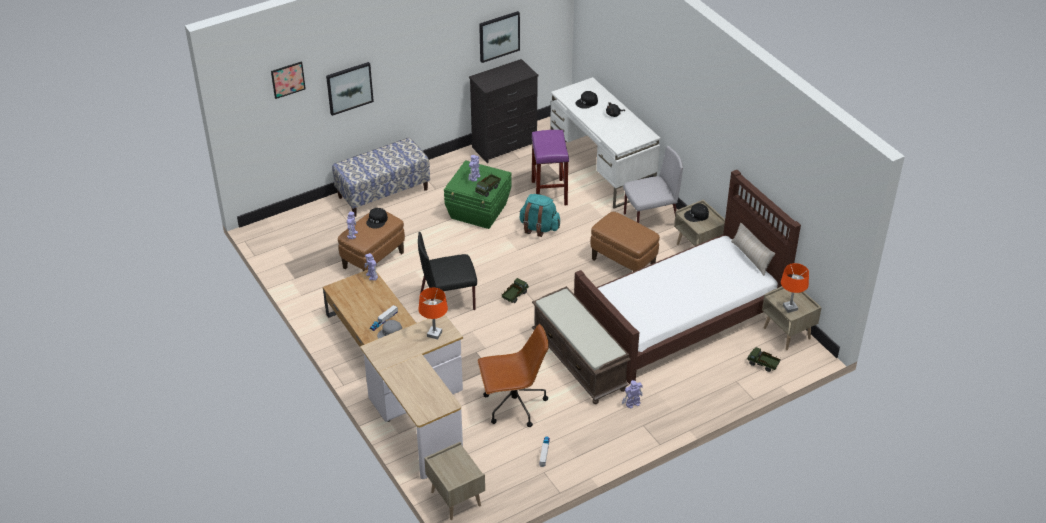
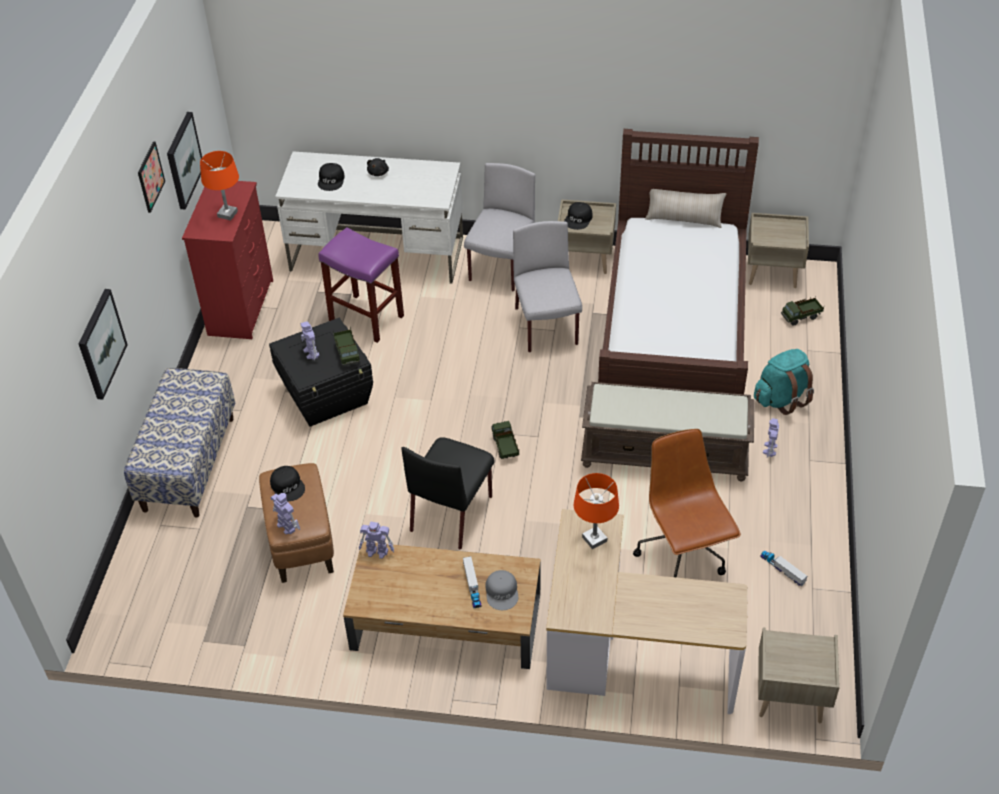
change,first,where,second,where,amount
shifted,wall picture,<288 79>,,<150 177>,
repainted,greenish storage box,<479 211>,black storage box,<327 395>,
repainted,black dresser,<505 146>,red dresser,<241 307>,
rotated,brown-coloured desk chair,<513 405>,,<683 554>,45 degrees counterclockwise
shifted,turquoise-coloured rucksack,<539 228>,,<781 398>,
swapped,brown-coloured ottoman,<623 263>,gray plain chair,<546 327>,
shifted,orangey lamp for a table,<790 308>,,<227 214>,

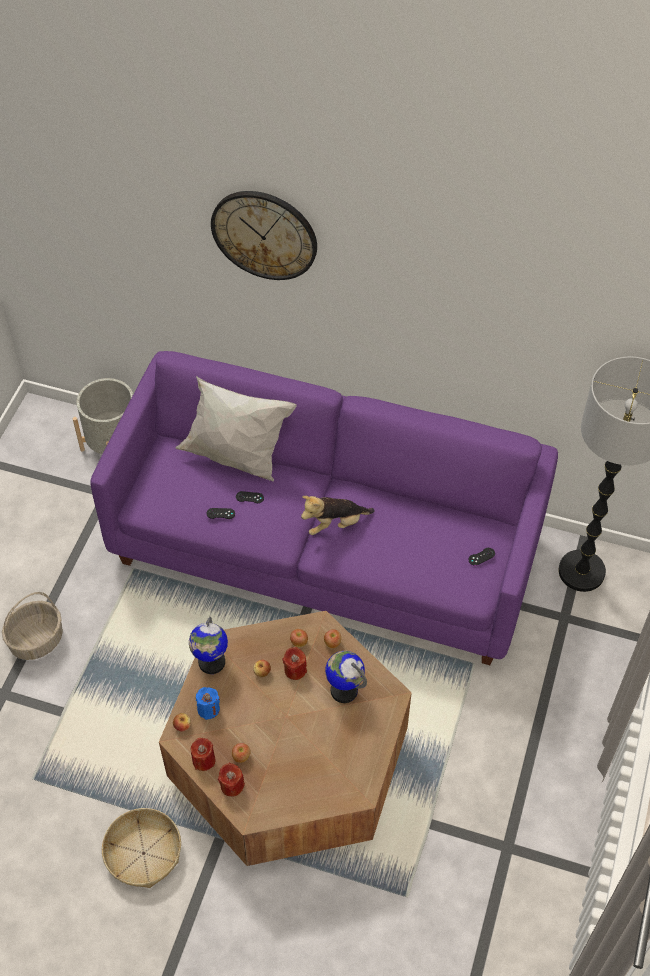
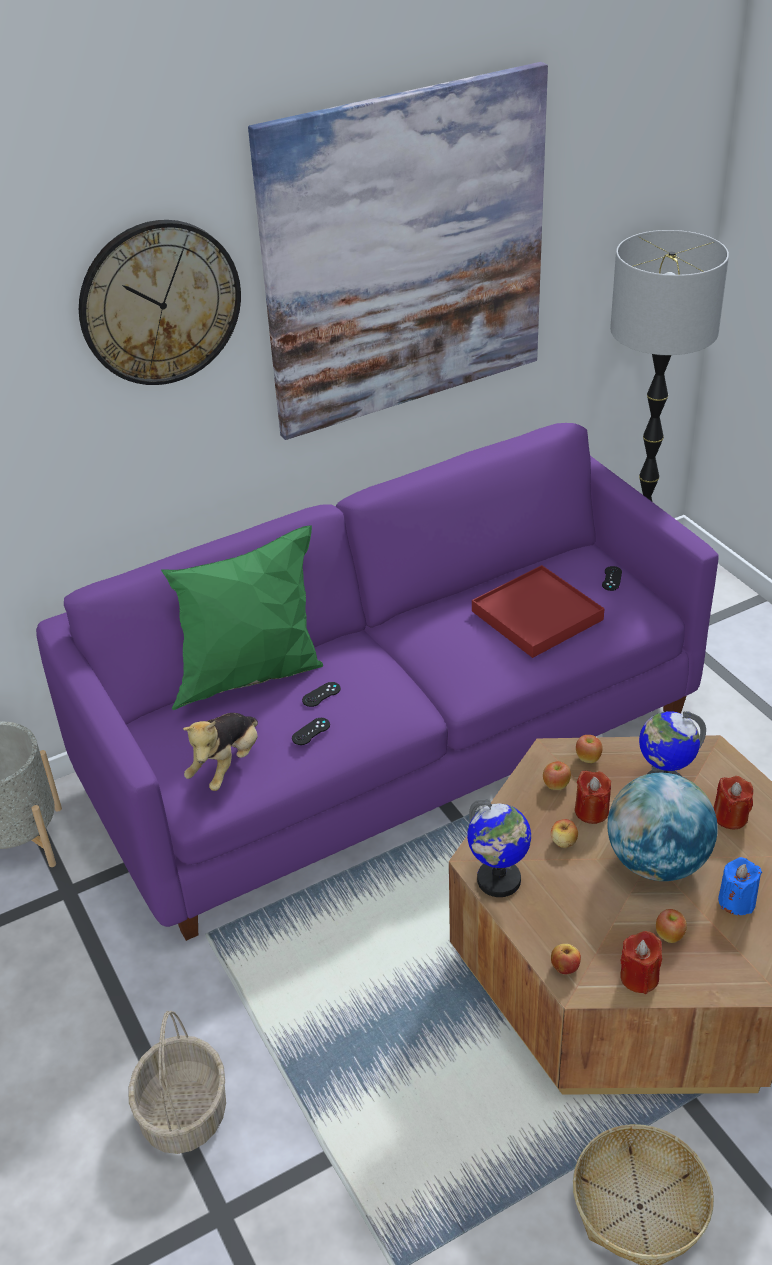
change,first,where,second,where,amount
repainted,whitish cushion,<236 459>,greenish cushion,<252 677>,
shifted,bluish wax light,<208 709>,,<736 901>,
shifted,red wax light,<232 785>,,<730 816>,
shifted,cuddly toy,<335 524>,,<226 765>,
new,,,wall picture,<406 254>,
new,,,red serving tray,<537 615>,
new,,,desk globe,<656 862>,

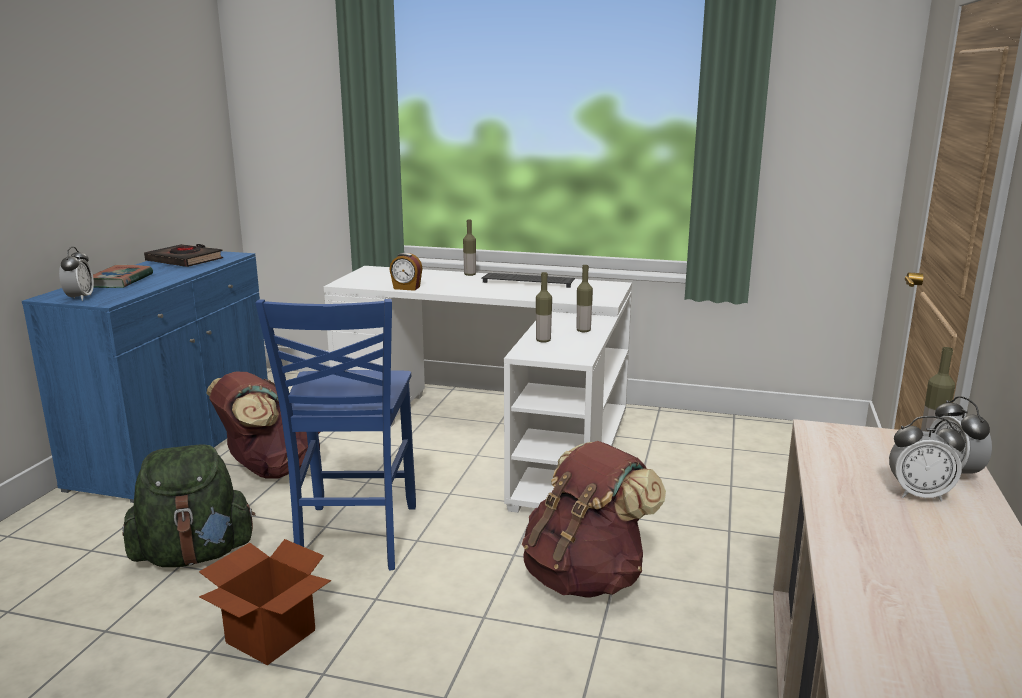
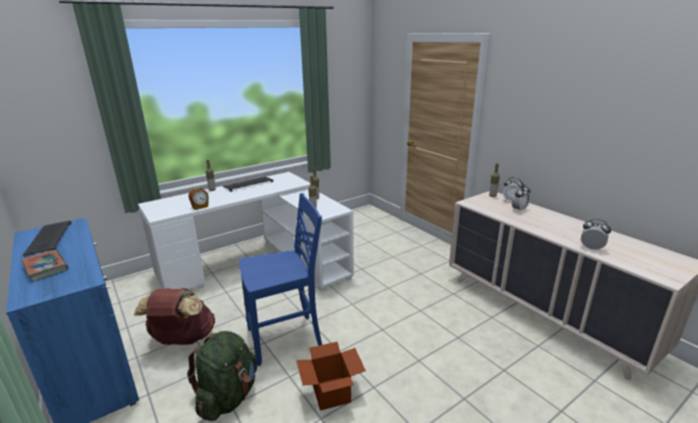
change,first,where,second,where,amount
shifted,table clock,<80 298>,,<591 248>,
swapped,black volume,<185 261>,PC keyboard,<48 238>,
rotated,bluish plain chair,<354 538>,,<286 338>,60 degrees counterclockwise
gone,brown-coloured rucksack,<586 577>,,,

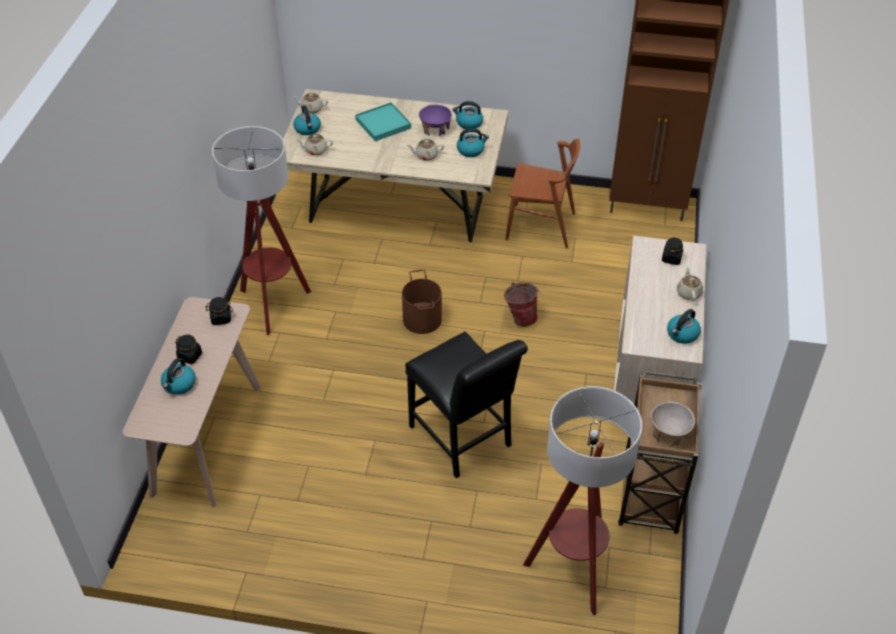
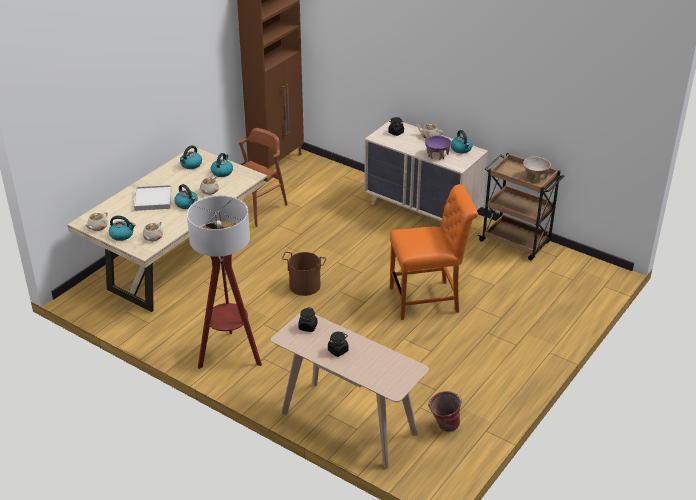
change,first,where,second,where,amount
shifted,kettle,<179 385>,,<187 204>,
repainted,turquoise-coloured serving tray,<383 124>,whitish serving tray,<153 200>,
repainted,black plain chair,<463 440>,orangey plain chair,<428 300>,
shifted,purple-coloured deep dish,<435 129>,,<437 155>,
shifted,water bucket,<520 317>,,<443 426>,
gone,floor lamp,<573 572>,,,

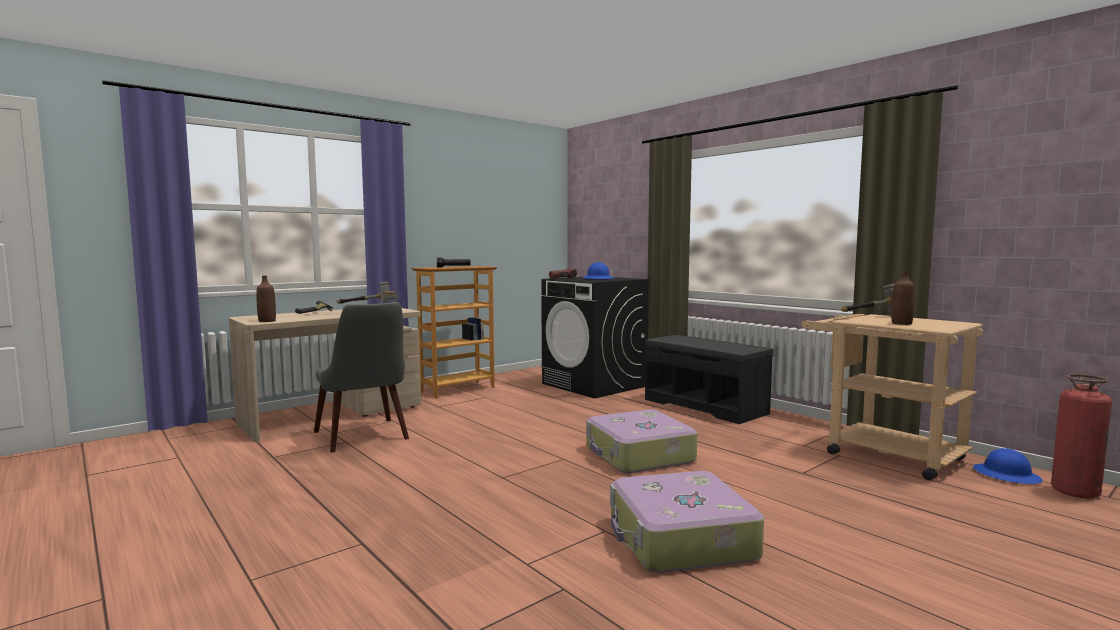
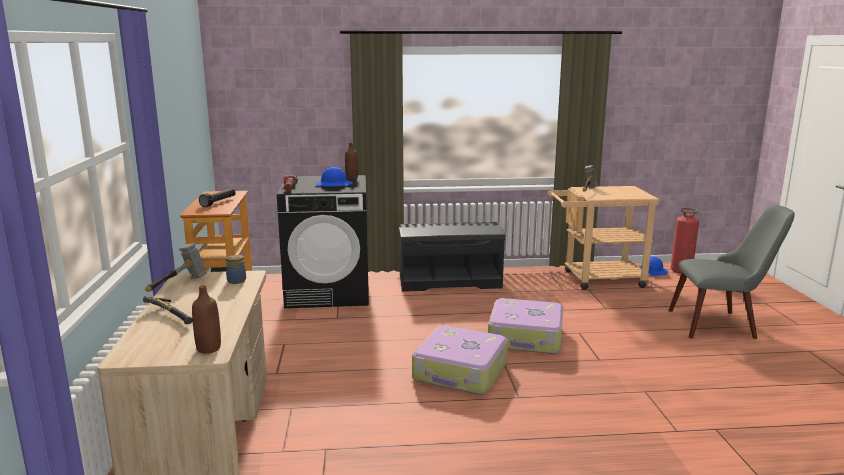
change,first,where,second,where,amount
shifted,gray plain chair,<365 438>,,<722 324>,
shifted,travel case,<680 539>,,<460 372>,
shifted,brown-coloured beverage bottle,<901 323>,,<351 178>,

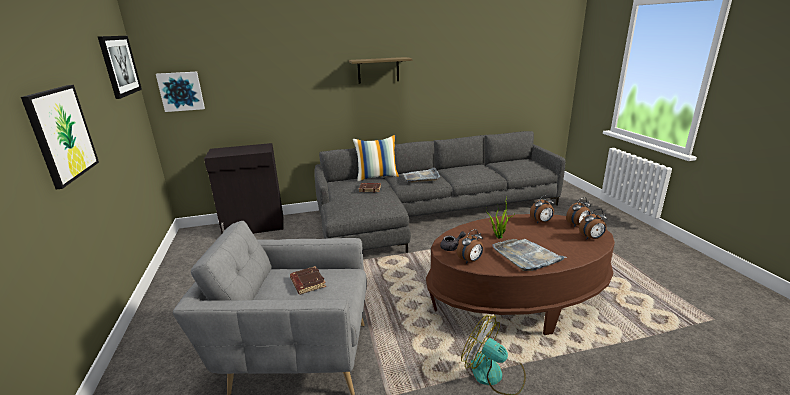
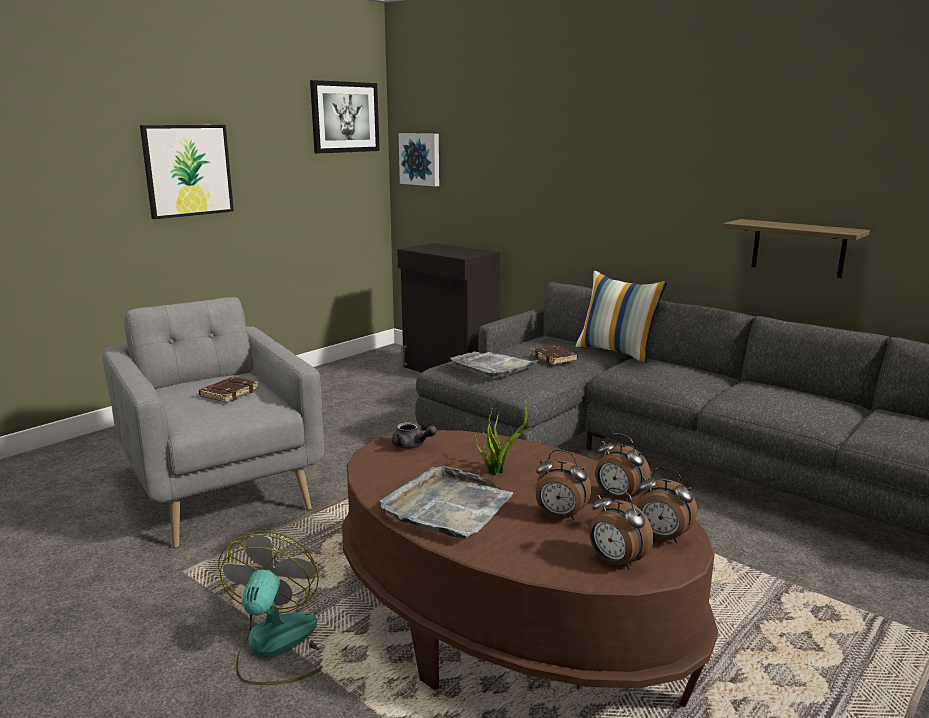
change,first,where,second,where,amount
shifted,wall shelf,<378 70>,,<798 248>,
shifted,gray serving tray,<421 177>,,<493 366>,
shifted,table clock,<470 261>,,<560 517>,

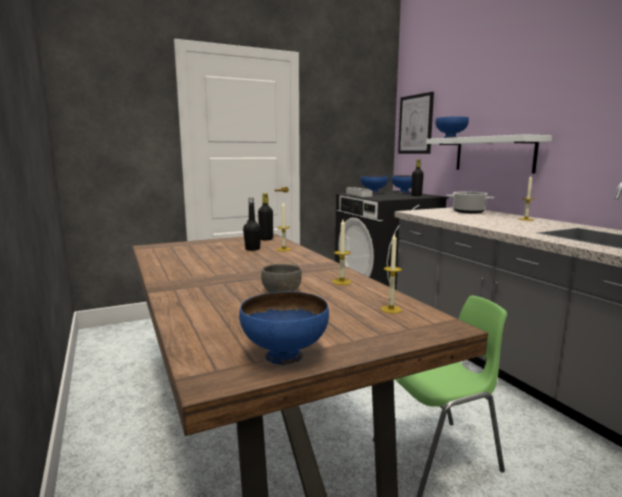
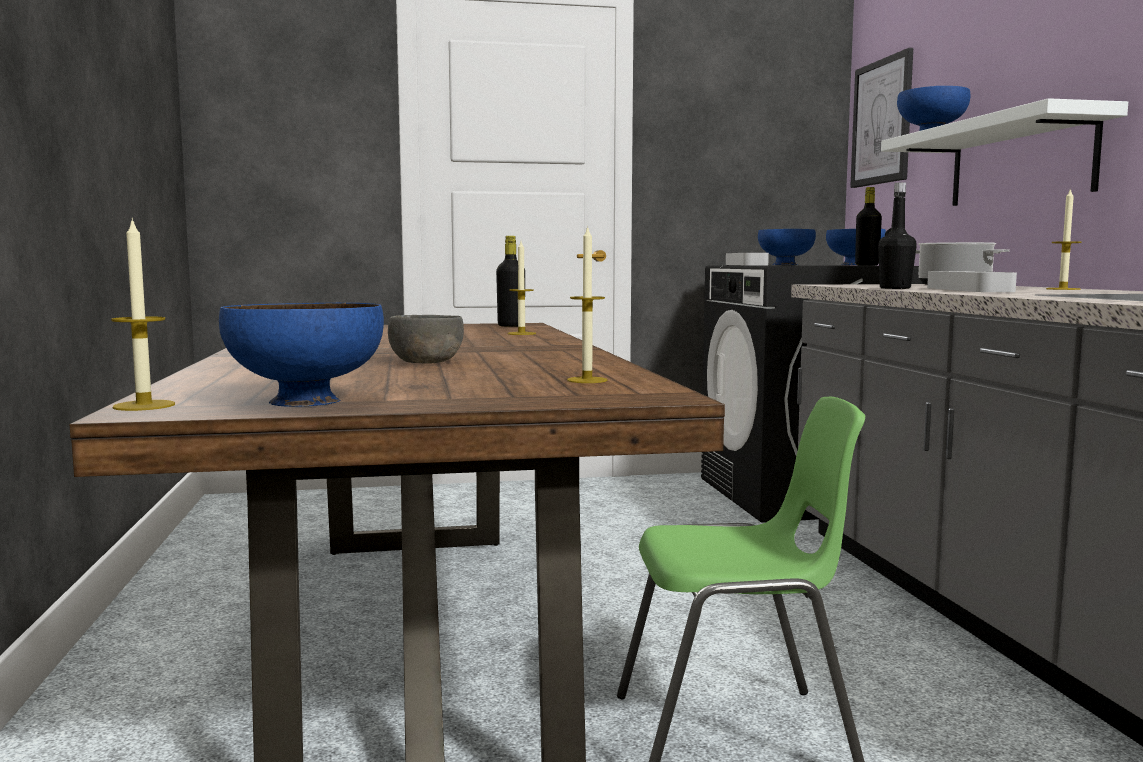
change,first,where,second,where,amount
shifted,black beverage bottle,<252 249>,,<895 288>,
shifted,wax light,<341 282>,,<144 406>,
new,,,gray serving tray,<968 289>,

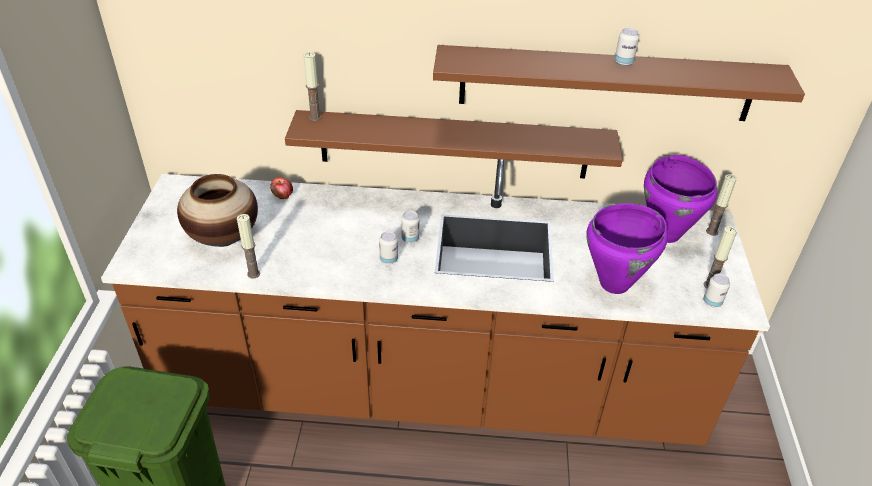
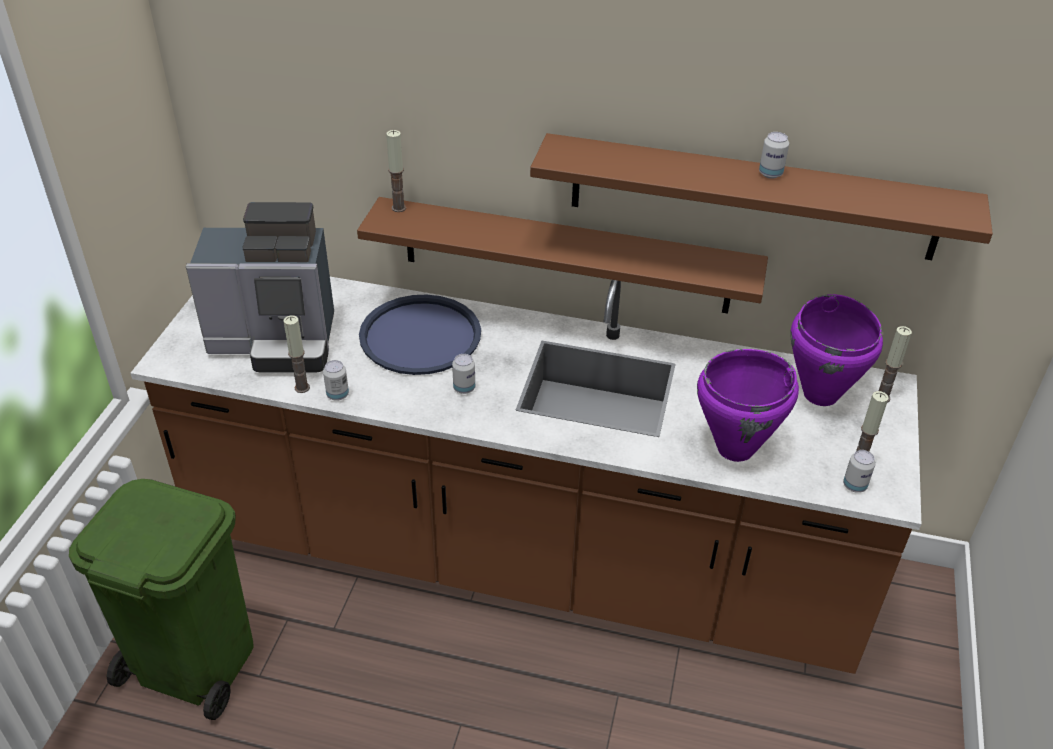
change,first,where,second,where,amount
swapped,decorative vase,<224 237>,coffee brewer,<277 341>,
gone,apple,<282 195>,,,
shifted,metal can,<410 238>,,<337 395>,
new,,,bluish serving tray,<420 336>,

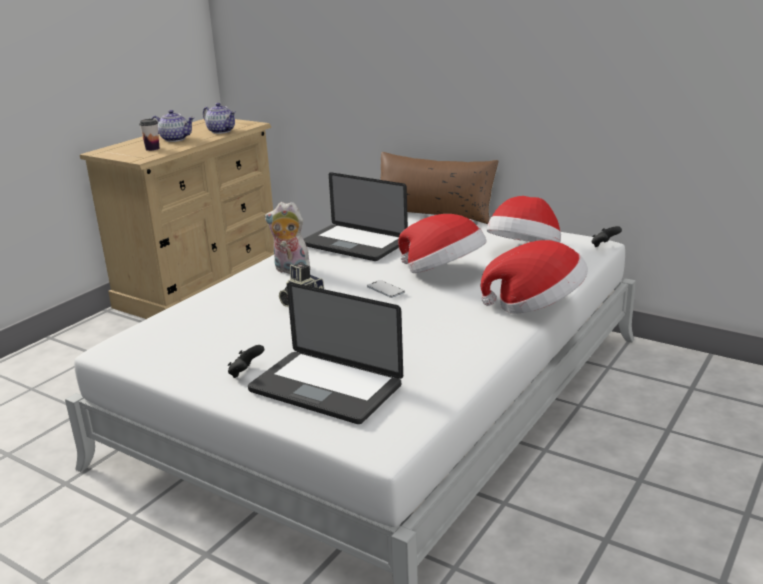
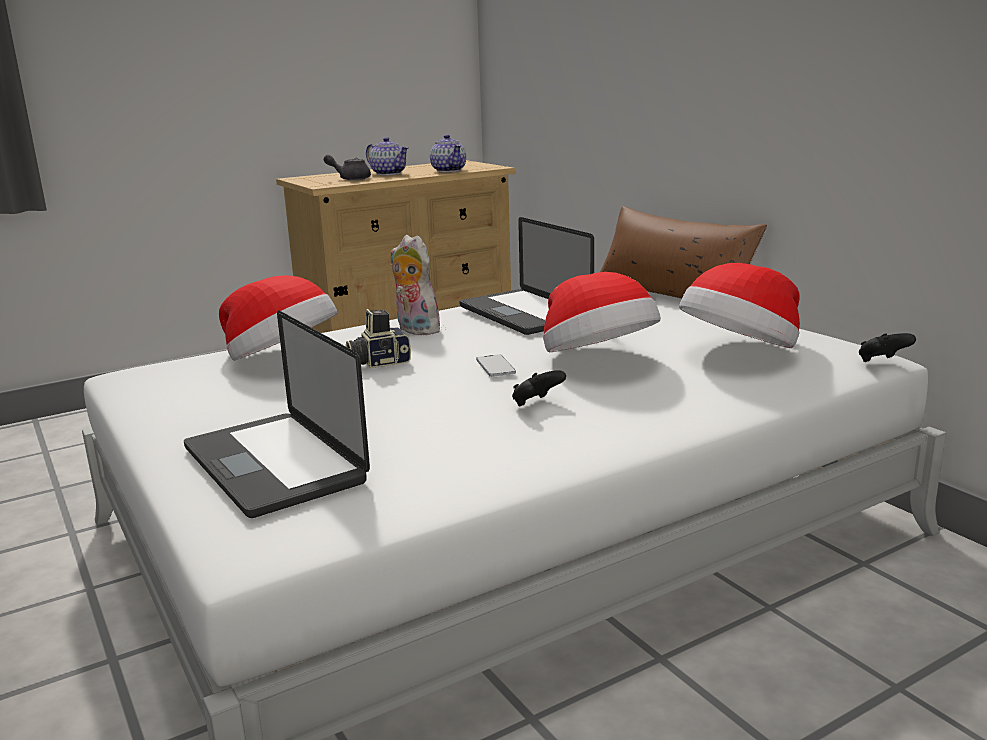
change,first,where,second,where,amount
swapped,drinking cup,<152 148>,gray pot for tea,<351 179>,
shifted,black game controller,<246 373>,,<536 404>,
shifted,wearable hat,<536 305>,,<282 360>,

